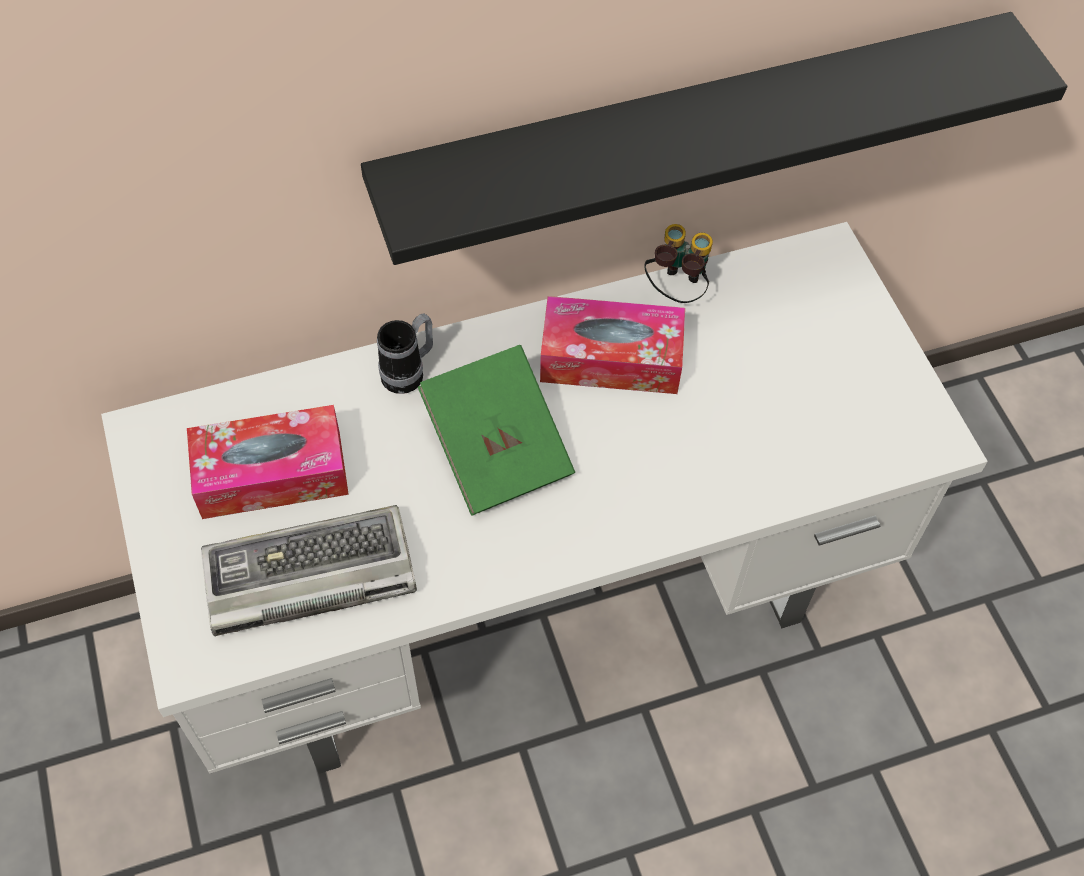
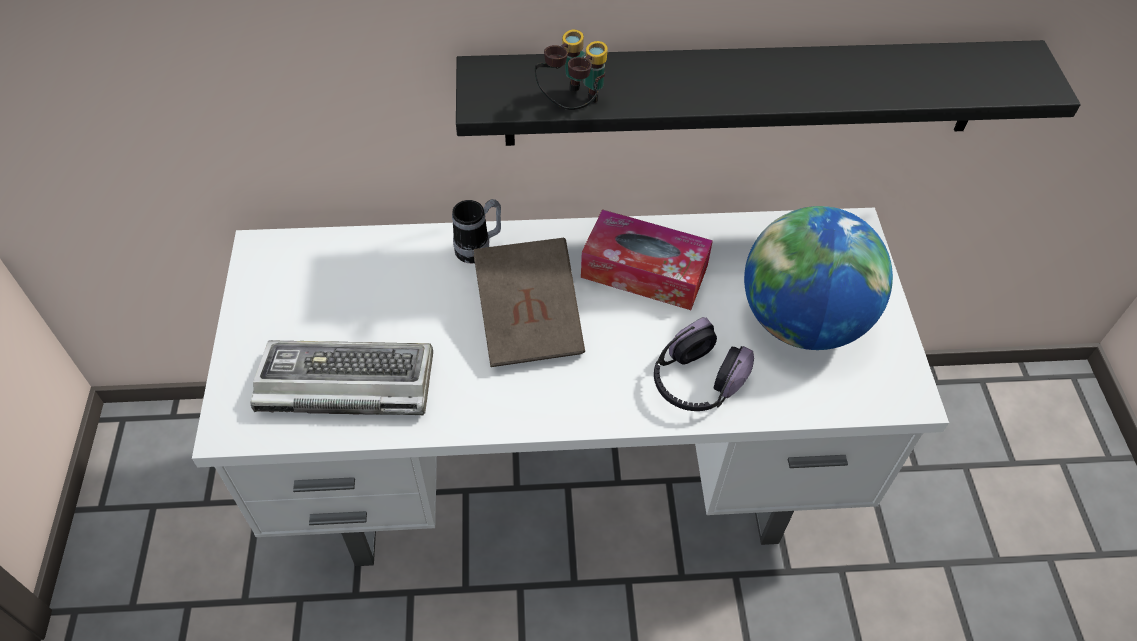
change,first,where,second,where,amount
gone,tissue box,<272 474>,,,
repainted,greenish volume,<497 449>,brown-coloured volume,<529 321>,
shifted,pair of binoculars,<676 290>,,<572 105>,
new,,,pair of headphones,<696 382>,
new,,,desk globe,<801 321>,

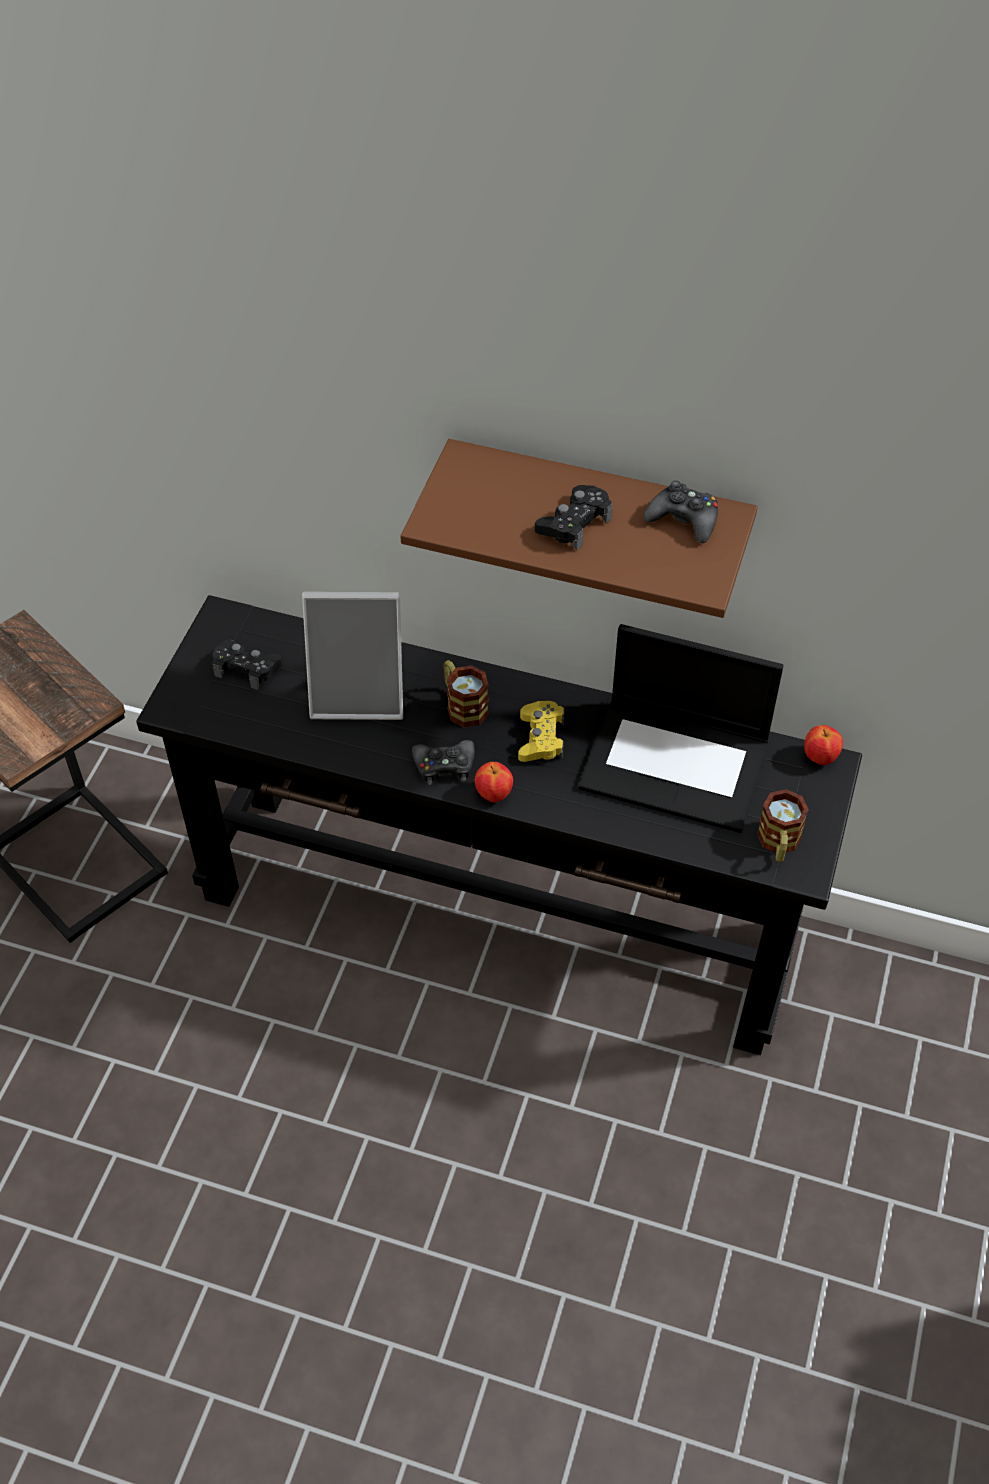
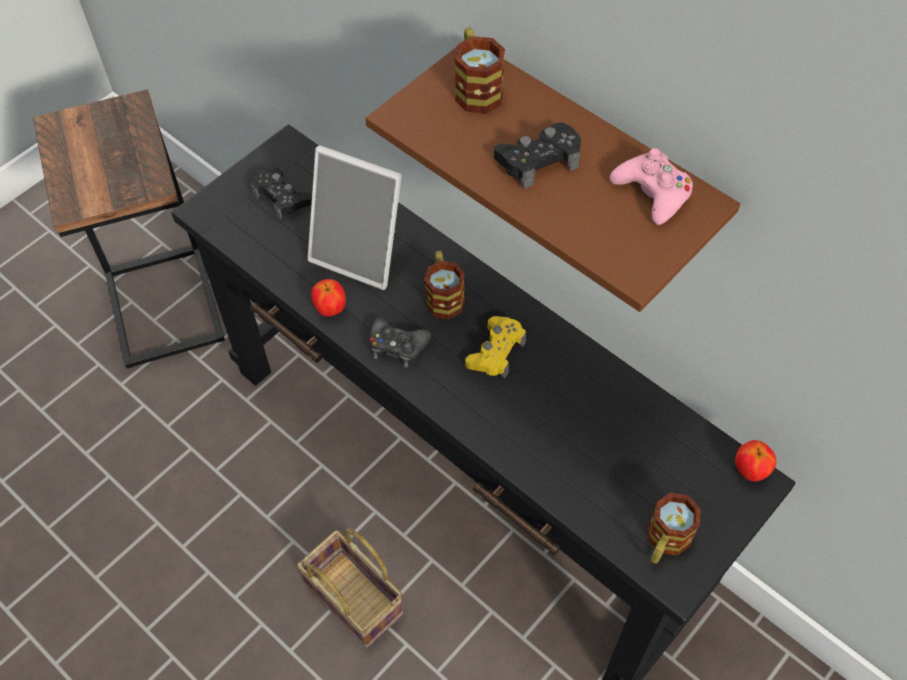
change,first,where,second,where,amount
shifted,apple,<494 794>,,<330 309>,
gone,laptop,<677 764>,,,
repainted,black game controller,<683 520>,pinkish game controller,<652 193>,
new,,,storage basket,<357 599>,
new,,,tea mug,<476 88>,

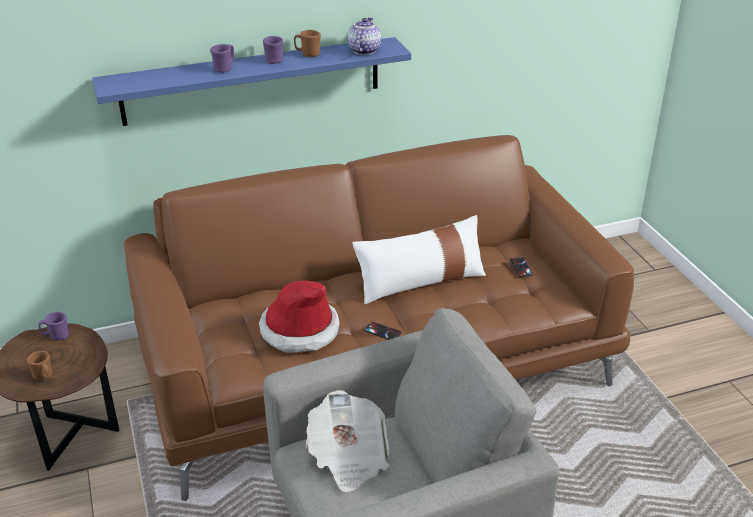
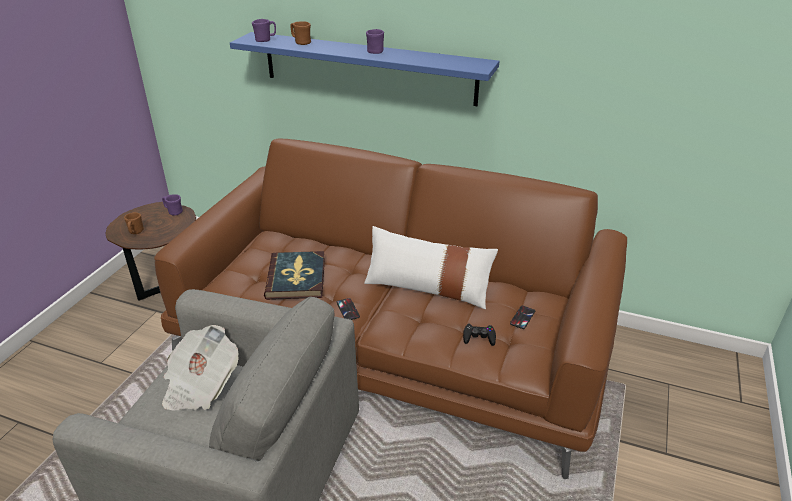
change,first,where,second,where,amount
shifted,purple-coloured tea mug,<225 68>,,<265 40>,
swapped,wearable hat,<299 330>,volume,<296 278>,
shifted,brown-coloured tea mug,<308 54>,,<301 43>,
gone,pot for tea,<363 50>,,,
new,,,black game controller,<479 337>,

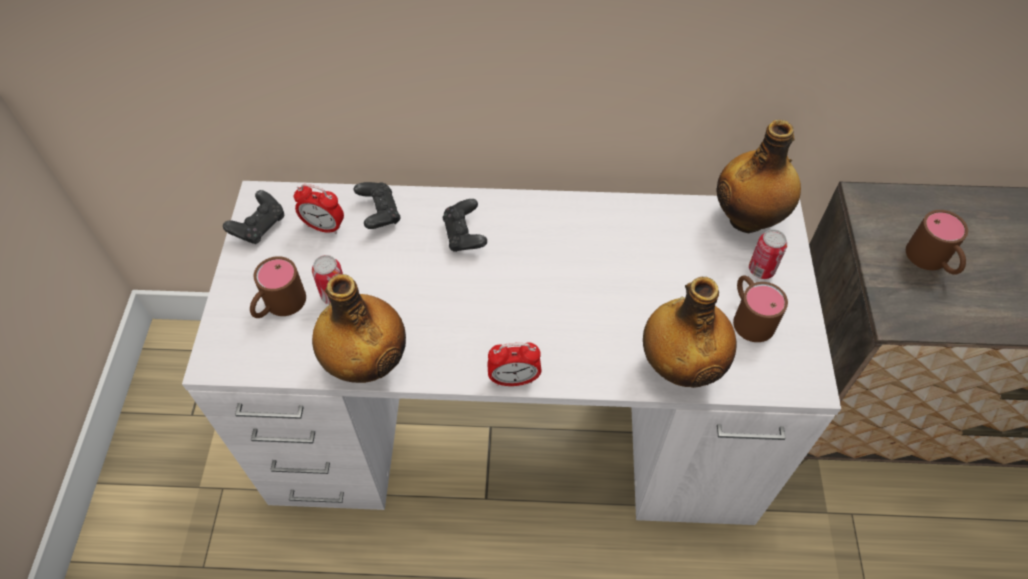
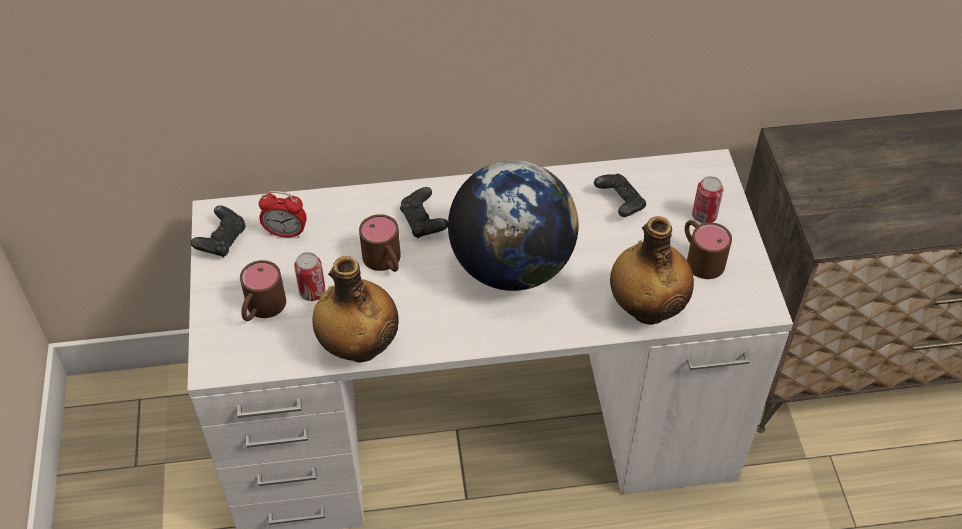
change,first,where,second,where,amount
shifted,black game controller,<379 213>,,<620 203>,
gone,table clock,<514 379>,,,
gone,beverage bottle,<748 219>,,,
shifted,brown-coloured tea mug,<932 261>,,<385 262>,
new,,,desk globe,<511 266>,

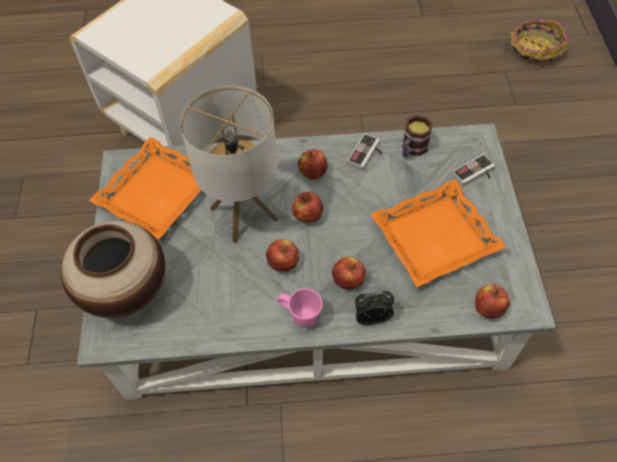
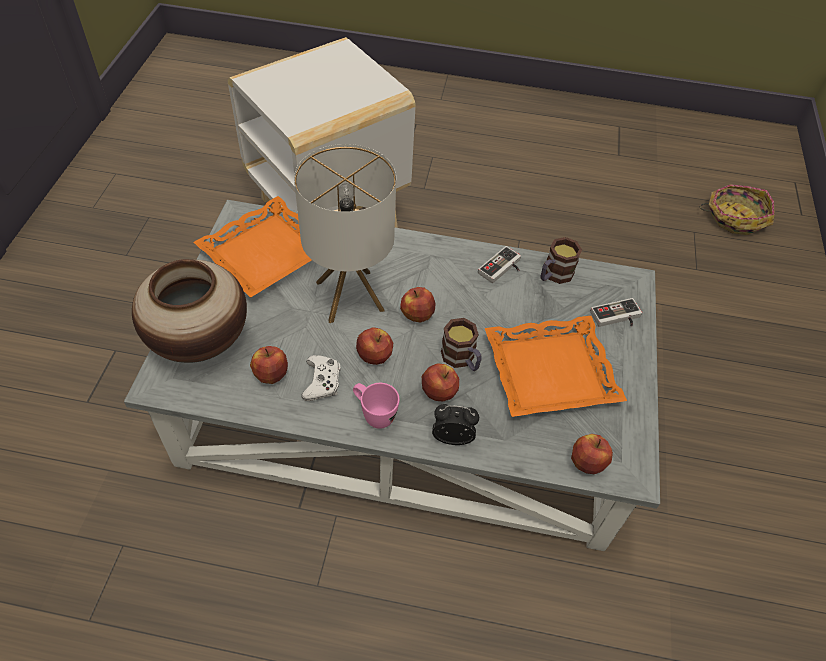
change,first,where,second,where,amount
shifted,apple,<313 173>,,<271 375>,
new,,,whitish game controller,<322 382>,
new,,,tea mug,<462 359>,

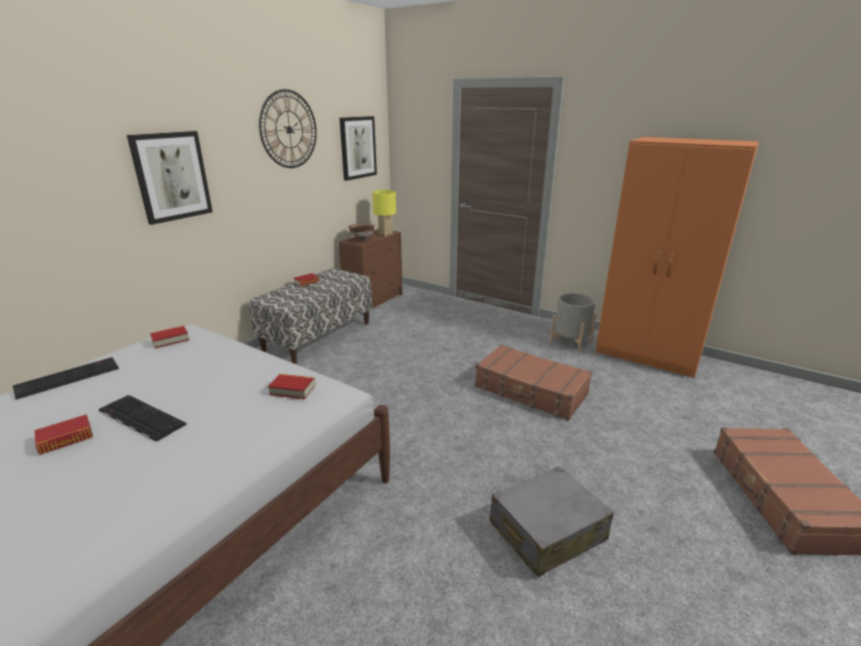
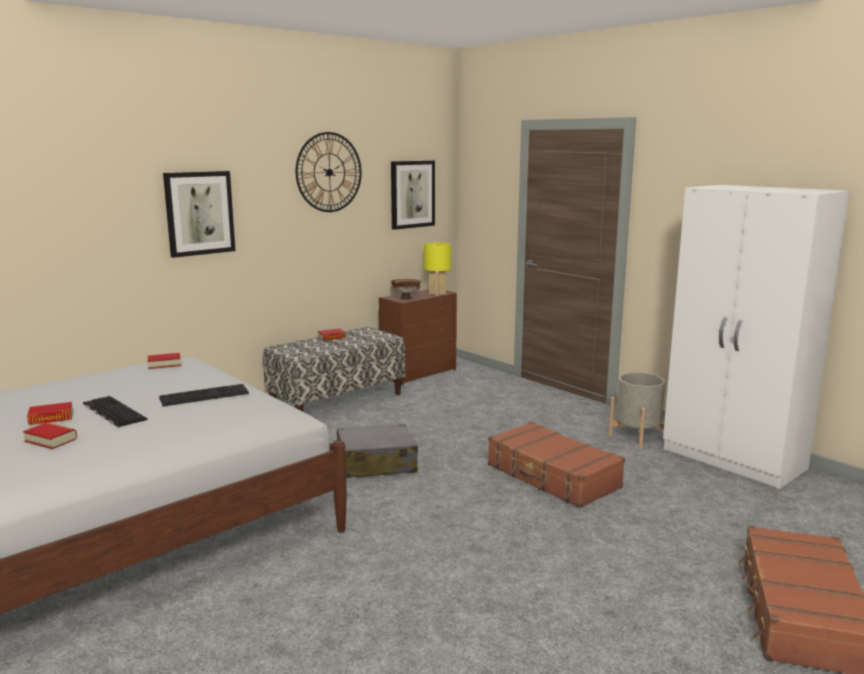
change,first,where,second,where,amount
shifted,PC keyboard,<69 377>,,<205 395>,
shifted,volume,<292 390>,,<51 440>,
shifted,gray travel case,<546 531>,,<375 464>,
repainted,orangey armoire,<648 355>,whitish armoire,<734 460>,

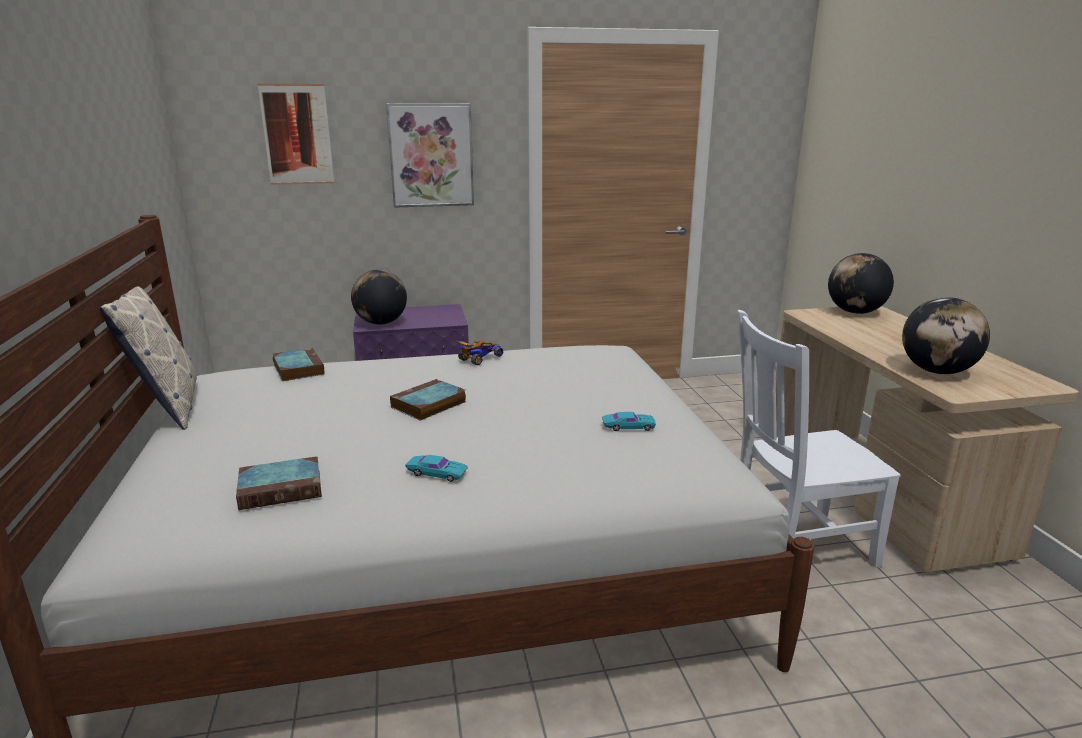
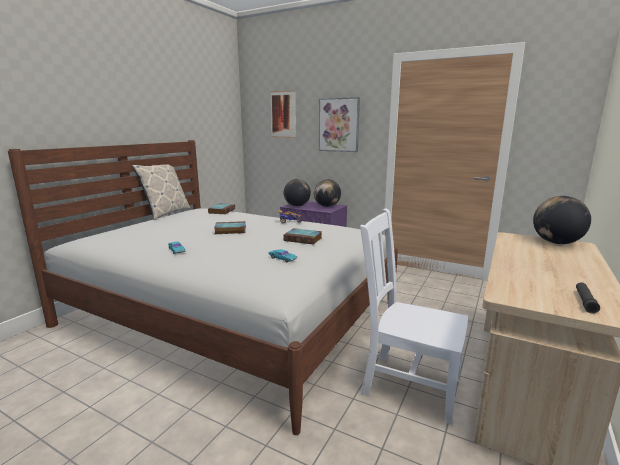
change,first,where,second,where,amount
shifted,volume,<283 488>,,<304 239>,
shifted,desk globe,<937 371>,,<327 206>,
new,,,black torch,<585 301>,

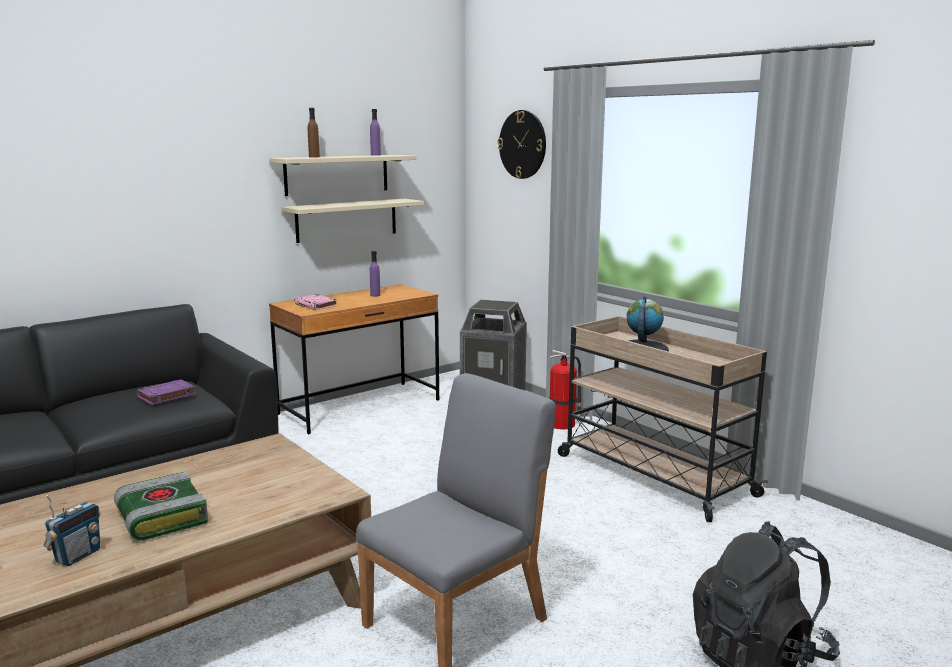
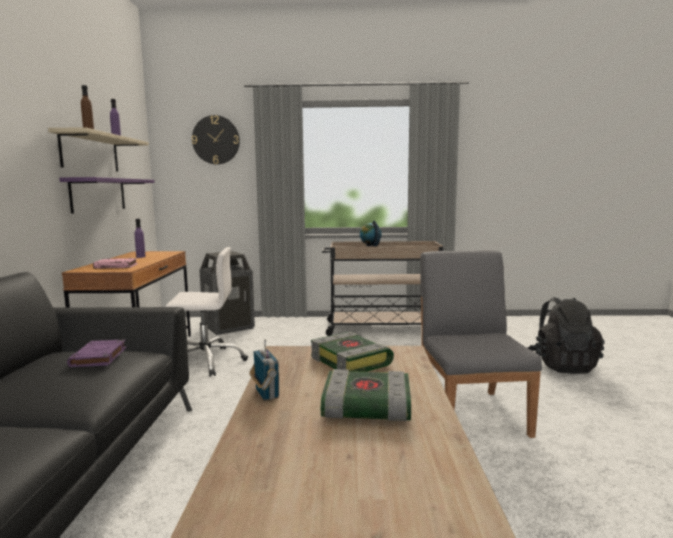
change,first,where,second,where,amount
shifted,radio set,<77 556>,,<266 394>,
repainted,sand-coloured wall shelf,<347 220>,purple-coloured wall shelf,<98 194>,
gone,extinguisher,<563 424>,,,
new,,,whitish desk chair,<206 361>,
new,,,volume,<352 362>,

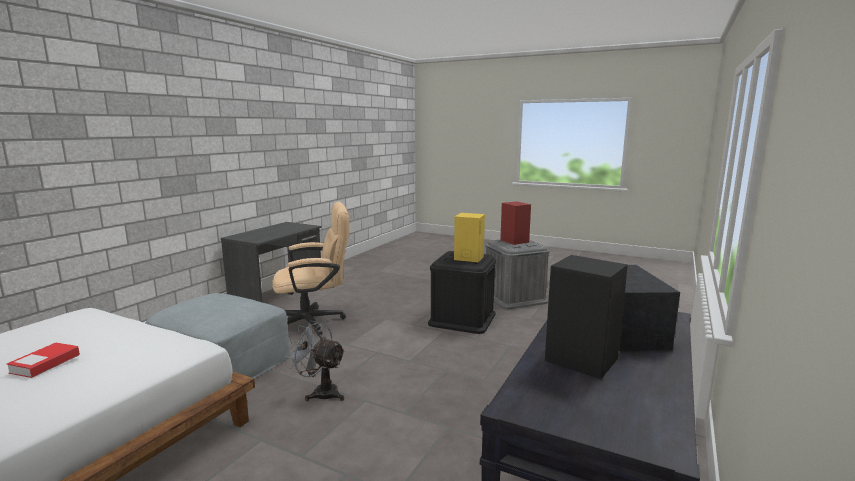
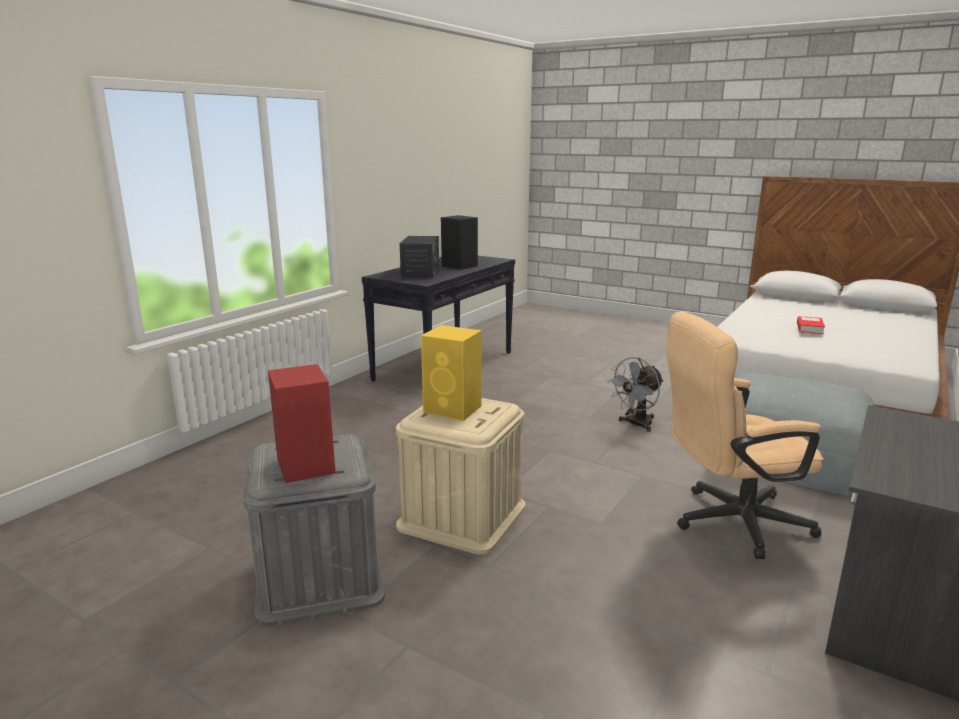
change,first,where,second,where,amount
rotated,gray fan,<320 392>,,<636 425>,105 degrees clockwise
repainted,black storage box,<462 319>,sand-coloured storage box,<462 516>,

